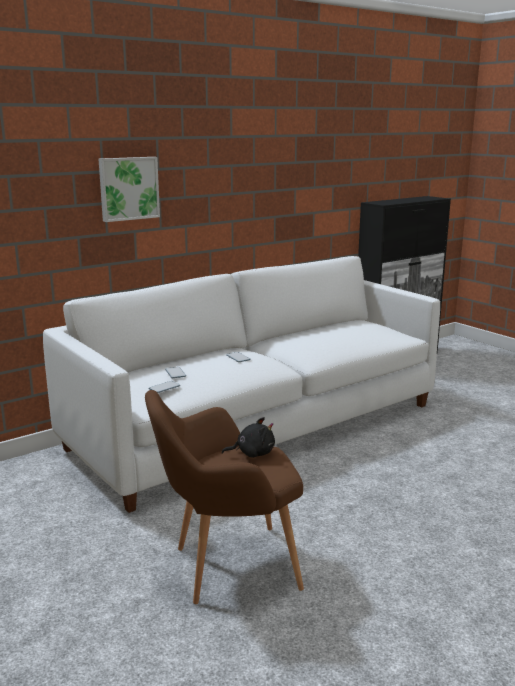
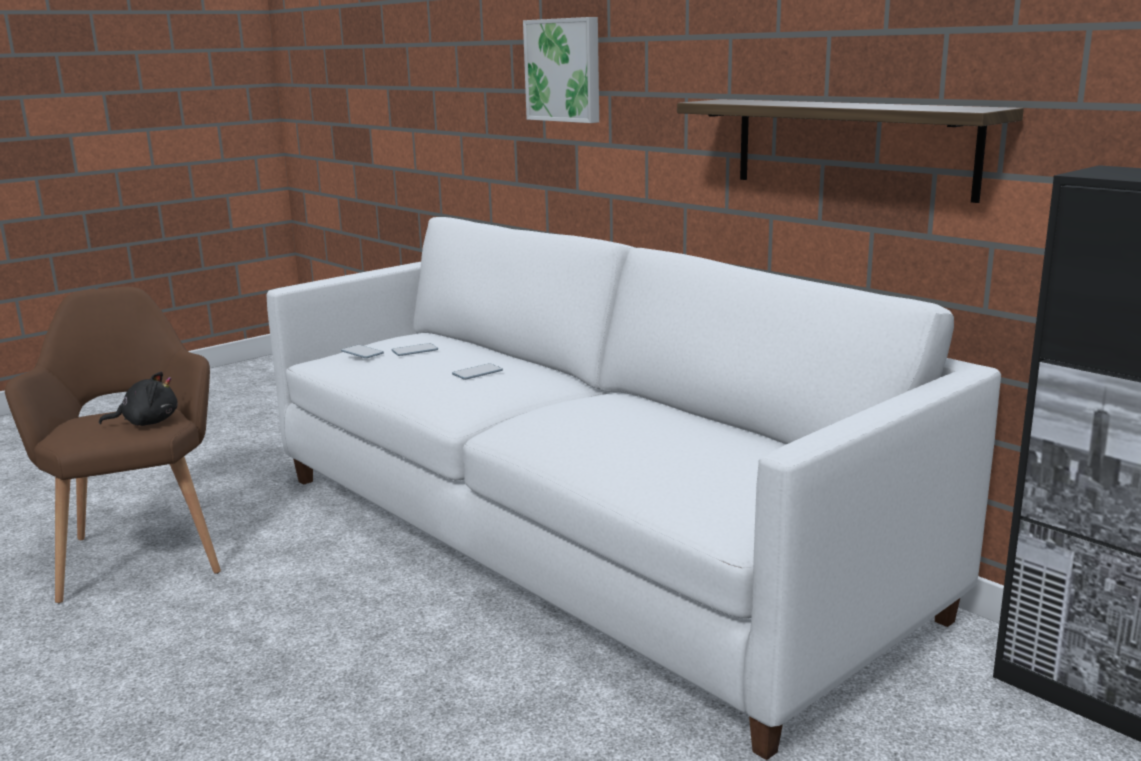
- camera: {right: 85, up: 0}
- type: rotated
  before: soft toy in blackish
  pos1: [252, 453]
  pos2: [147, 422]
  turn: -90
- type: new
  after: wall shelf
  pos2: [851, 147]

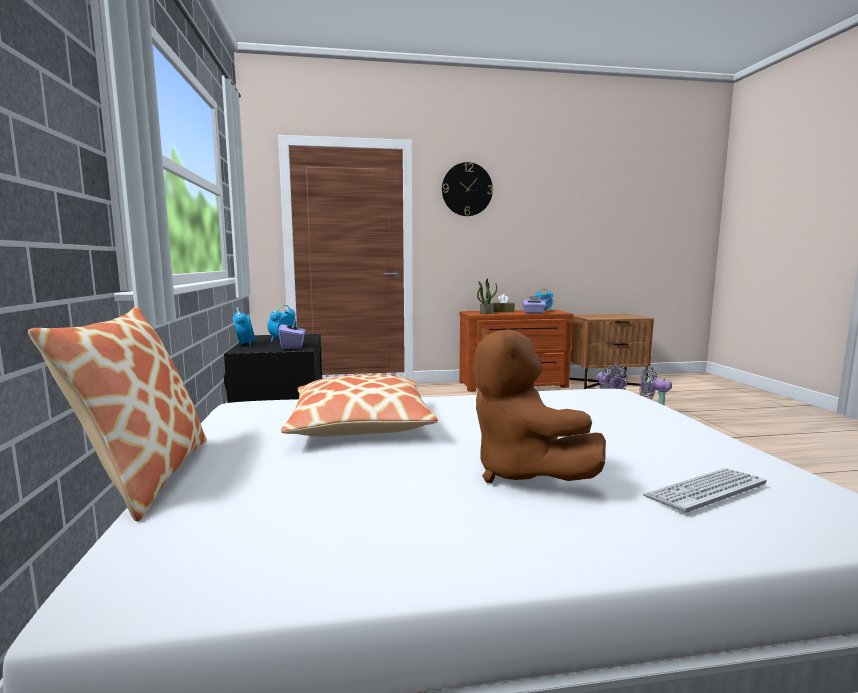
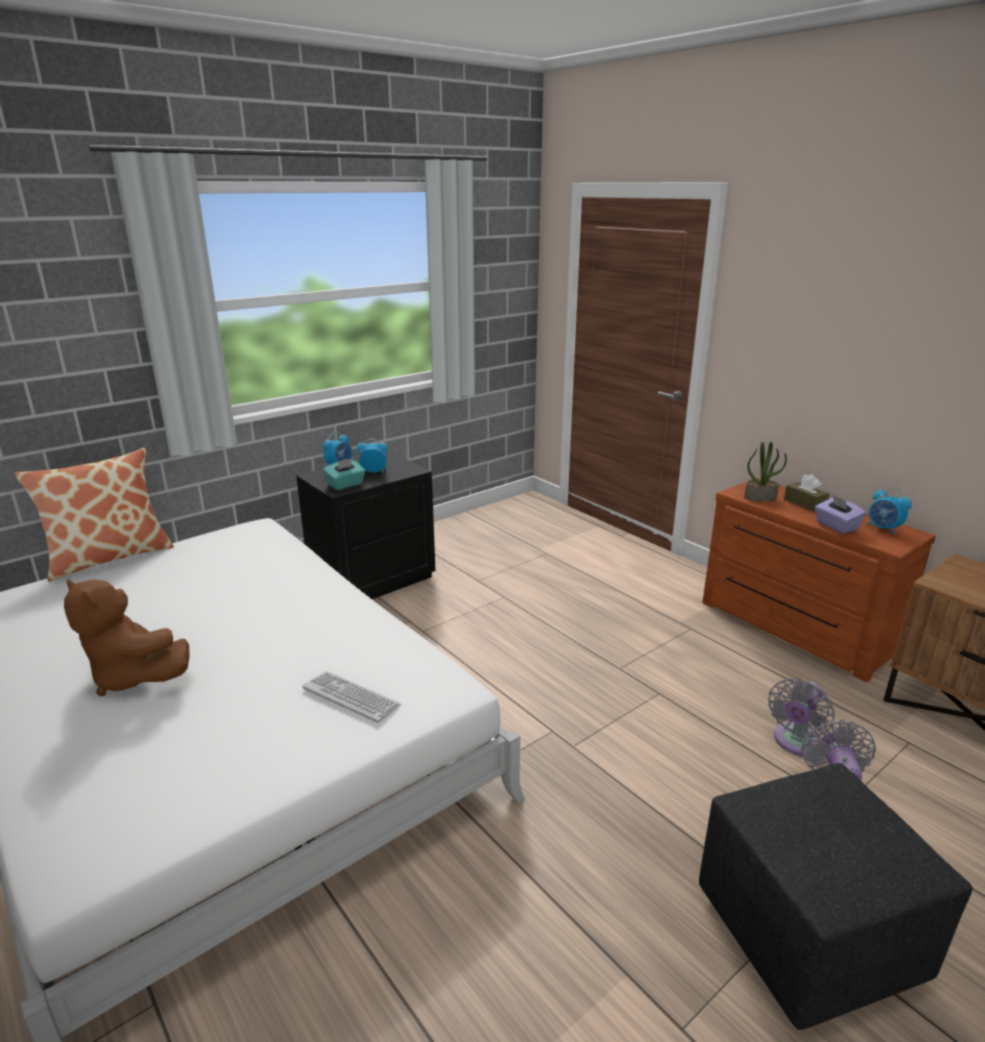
- camera: {right: 60, up: 15}
- type: rotated
  before: soft toy in brown
  pos1: [522, 473]
  pos2: [133, 676]
  turn: -90
- type: shifted
  before: computer keyboard
  pos1: [705, 491]
  pos2: [351, 697]
- type: repainted
  before: tissue holder in purple-coloured
  after: tissue holder in turquoise
  pos1: [293, 346]
  pos2: [345, 485]
- type: new
  after: pouffe in blackish
  pos2: [807, 934]
- type: gone
  before: cushion
  pos1: [359, 423]
- type: gone
  before: hanging clock
  pos1: [467, 189]

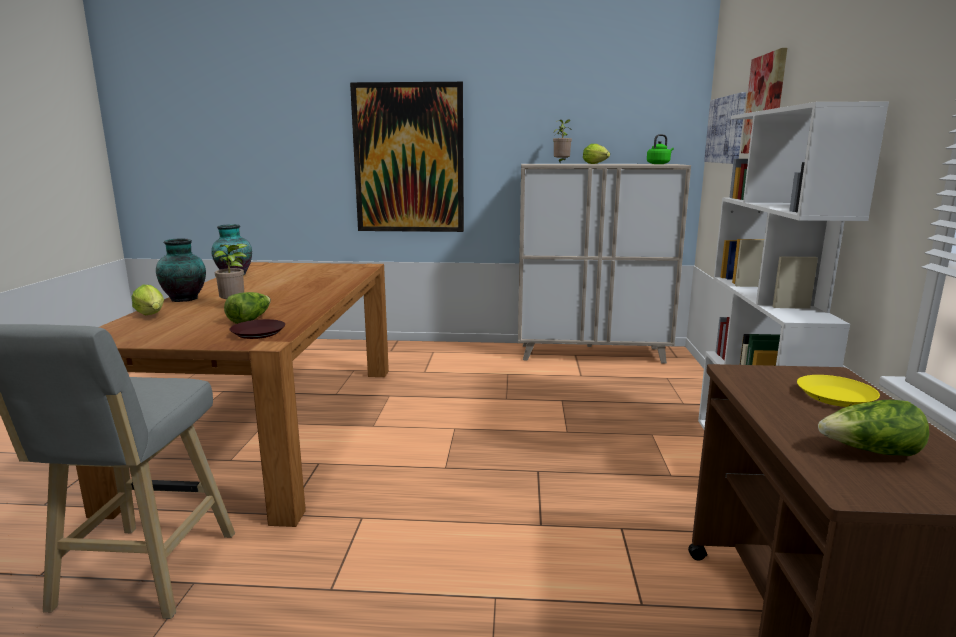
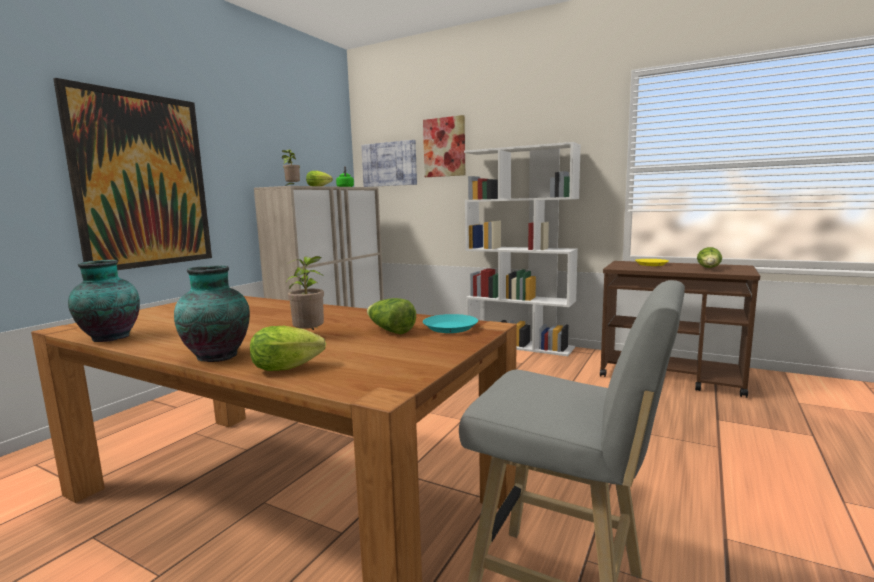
- camera: {right: -65, up: -5}
- type: repainted
  before: dinner plate in brown
  after: dinner plate in turquoise
  pos1: [258, 333]
  pos2: [449, 328]

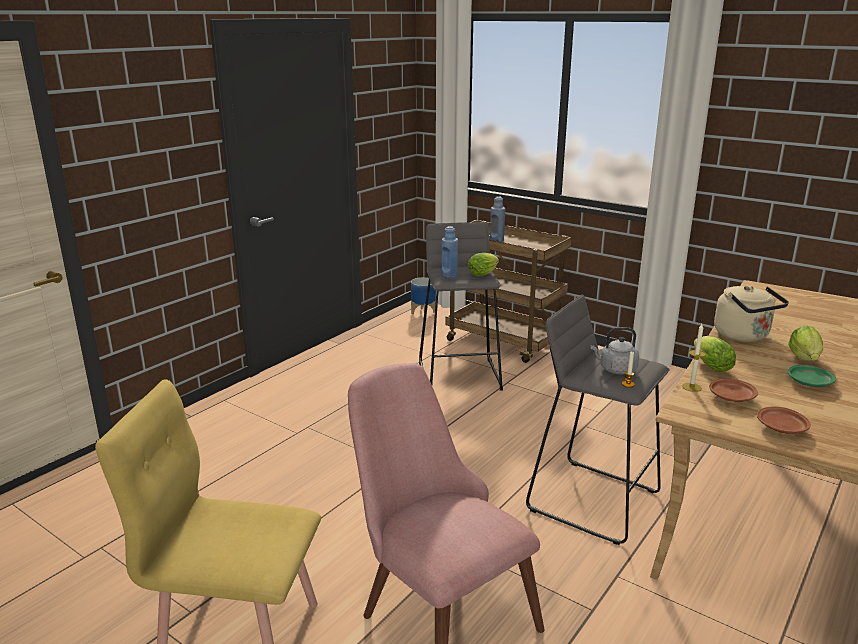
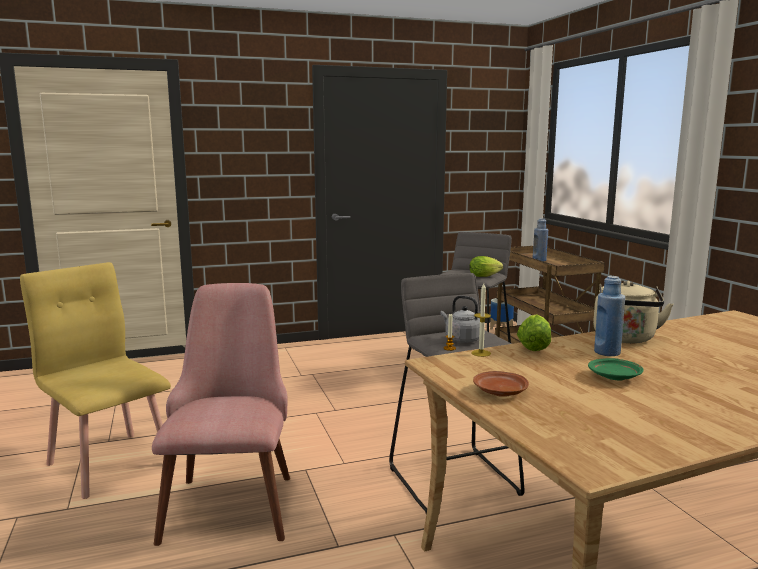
- camera: {right: 35, up: -10}
- type: shifted
  before: bottle in blue-coloured
  pos1: [449, 276]
  pos2: [607, 352]
- type: gone
  before: dinner plate in brown
  pos1: [731, 397]
- type: gone
  before: lettuce
  pos1: [805, 360]

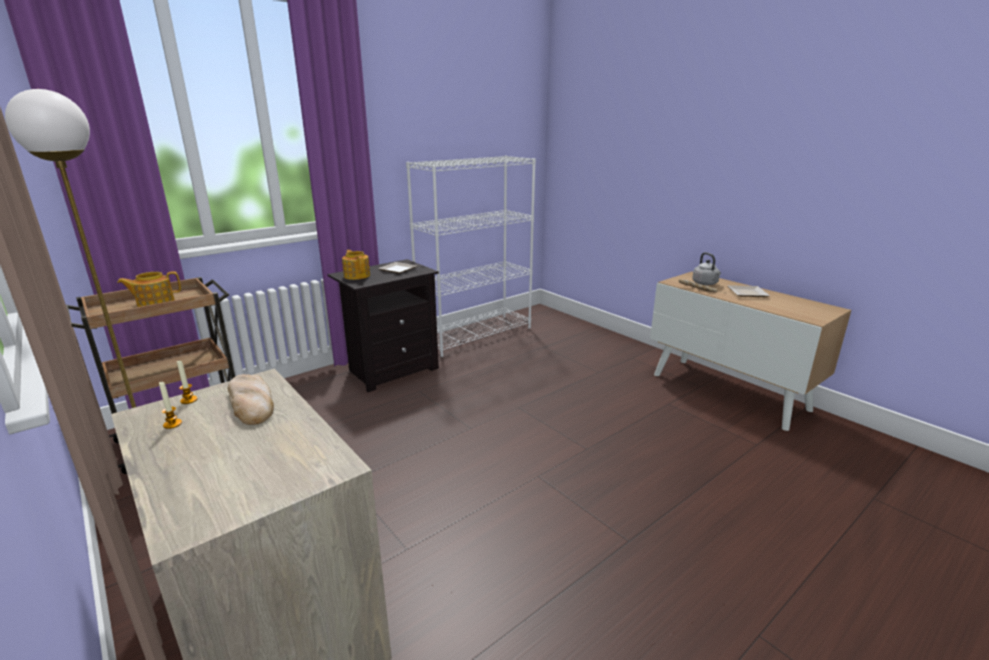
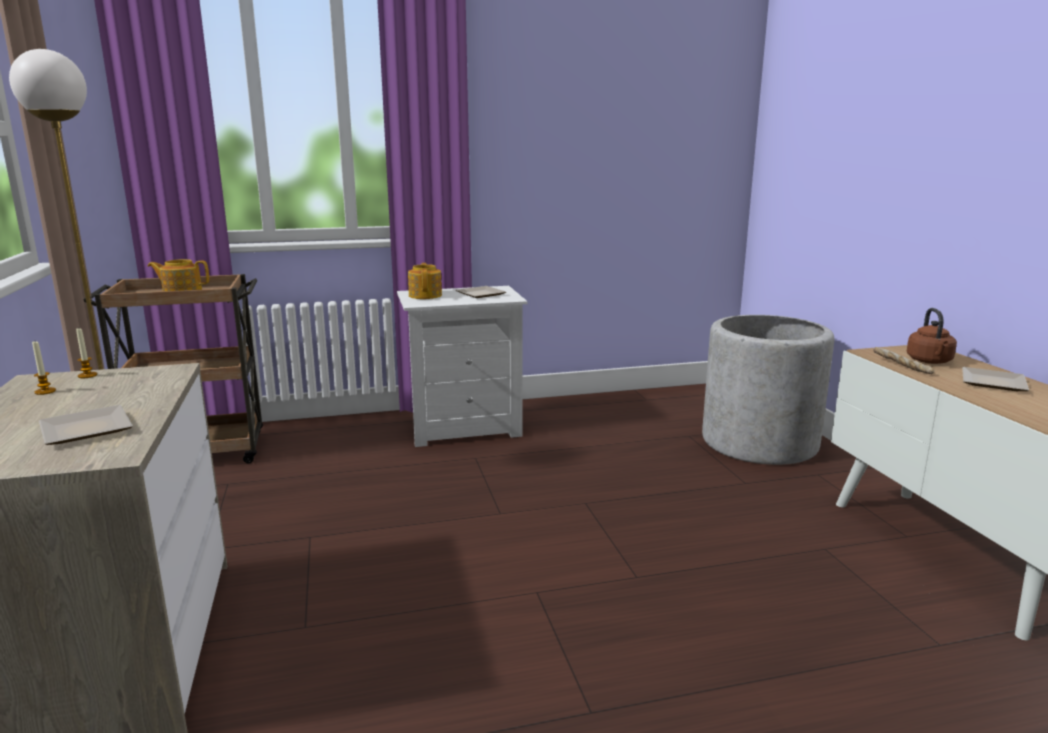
- camera: {right: 25, up: -5}
- type: new
  after: dinner plate
  pos2: [83, 431]
- type: repainted
  before: night table in blackish
  after: night table in white-coloured
  pos1: [391, 370]
  pos2: [464, 428]
- type: new
  after: plant pot in greyish
  pos2: [759, 442]
- type: repainted
  before: tea kettle in greyish
  after: tea kettle in brown
  pos1: [706, 284]
  pos2: [930, 361]
- type: gone
  before: baked bread
  pos1: [252, 402]
- type: gone
  before: bookcase in white-coloured
  pos1: [476, 334]

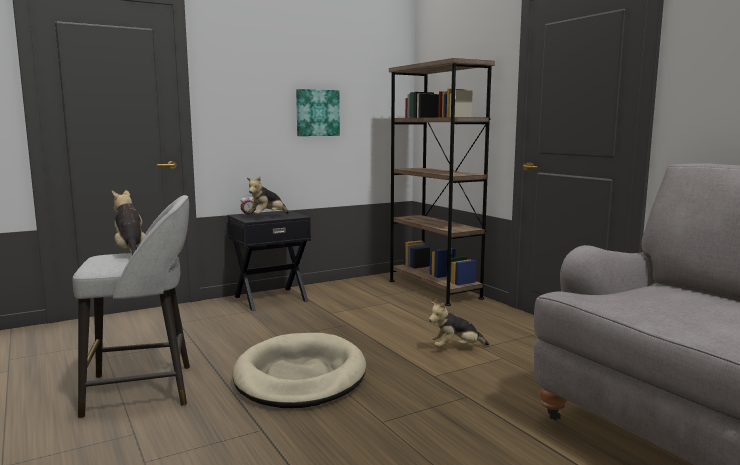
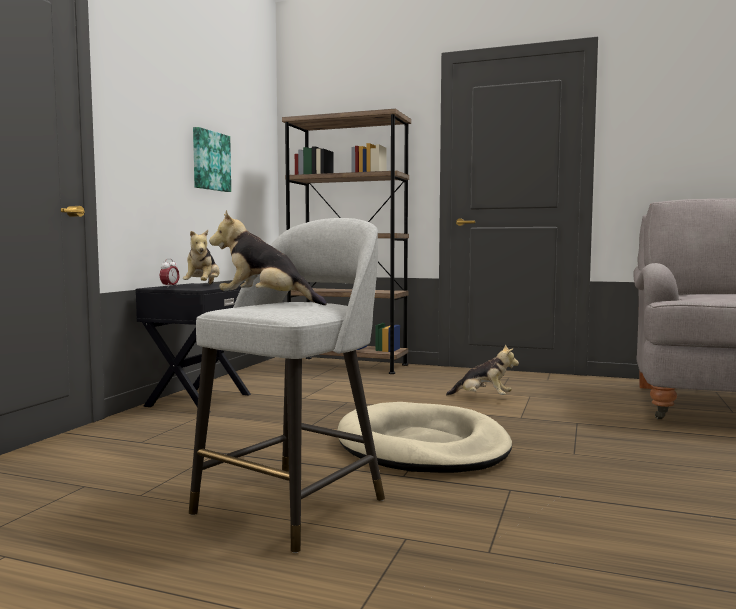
- camera: {right: -40, up: -5}
- type: rotated
  before: soft toy
  pos1: [456, 348]
  pos2: [483, 398]
  turn: -105

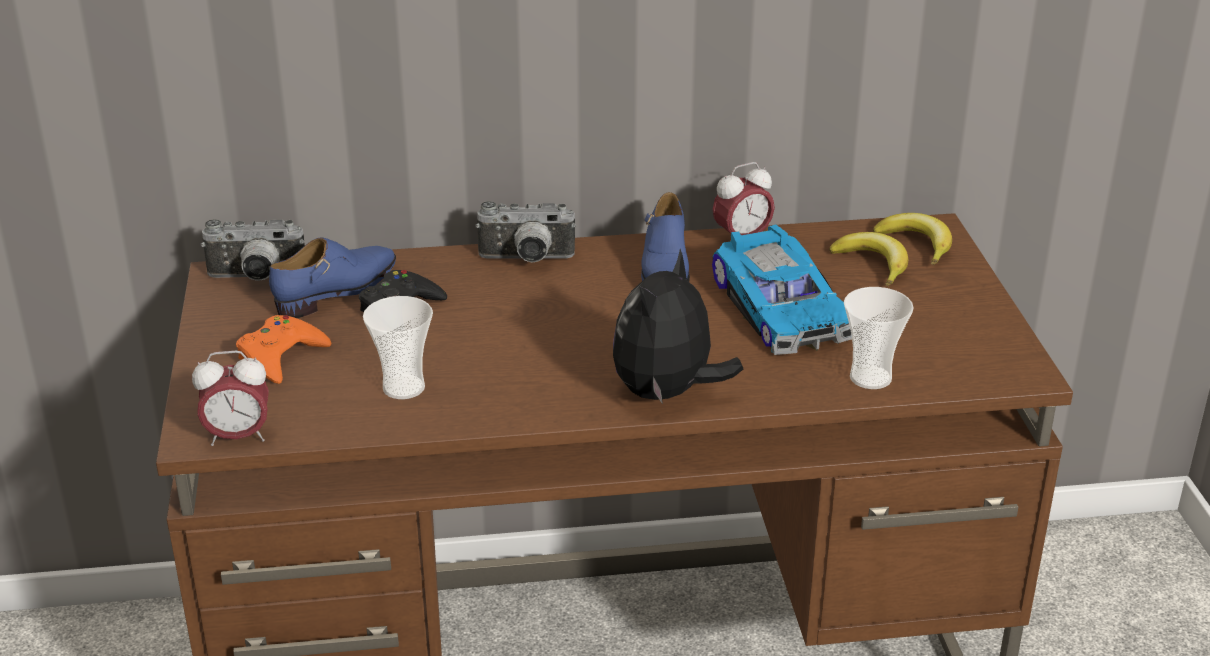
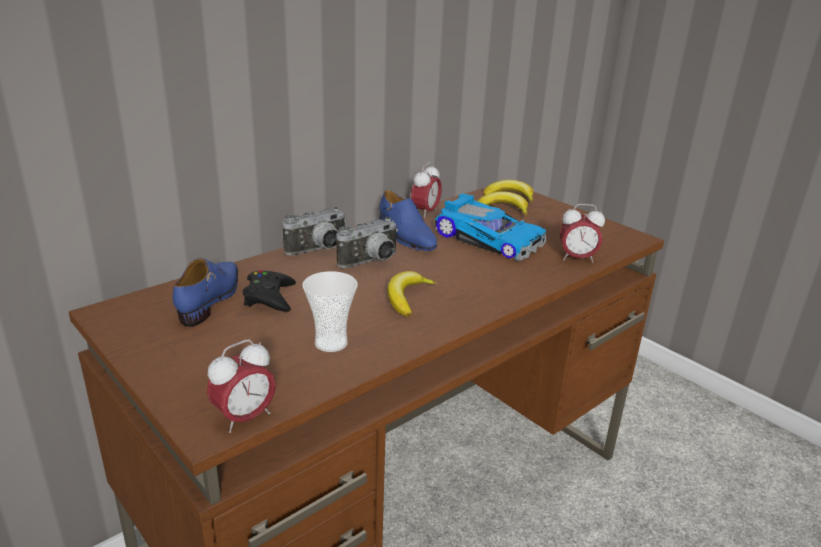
- camera: {right: -35, up: -5}
- type: shifted
  before: photo camera
  pos1: [256, 278]
  pos2: [371, 262]
- type: new
  after: banana
  pos2: [407, 298]
- type: swapped
  before: small cup
  after: table clock
  pos1: [870, 378]
  pos2: [577, 258]
- type: gone
  before: gamepad in orangey
  pos1: [281, 356]
- type: gone
  before: soft toy
  pos1: [667, 393]

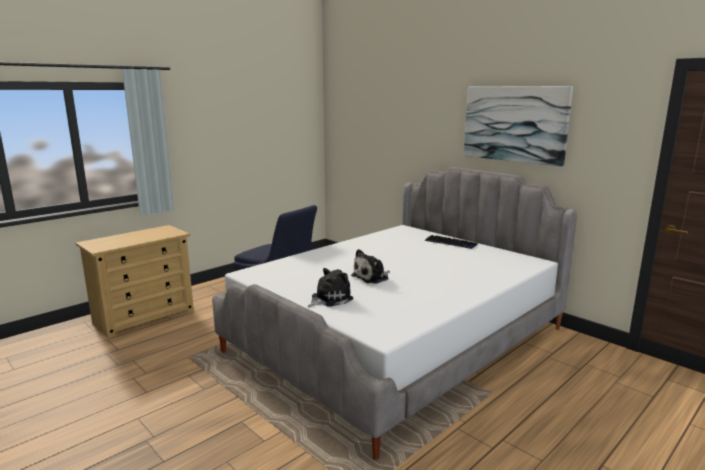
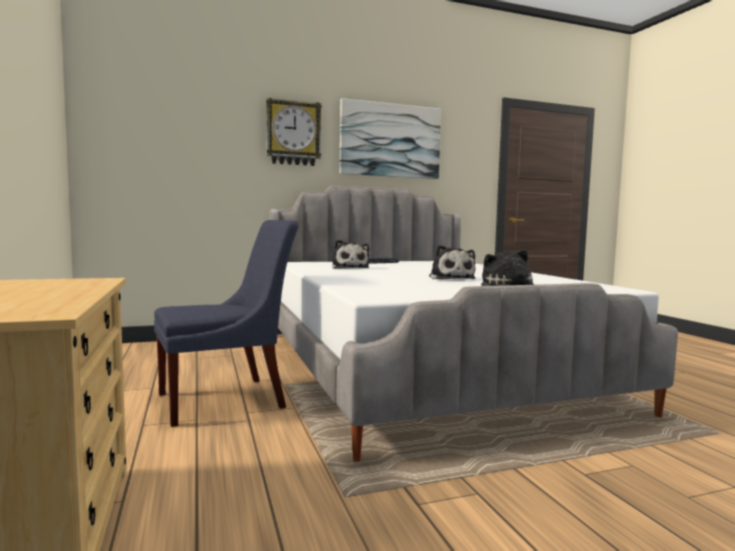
- camera: {right: -65, up: -10}
- type: new
  after: hanging clock
  pos2: [293, 133]
- type: new
  after: soft toy
  pos2: [350, 268]

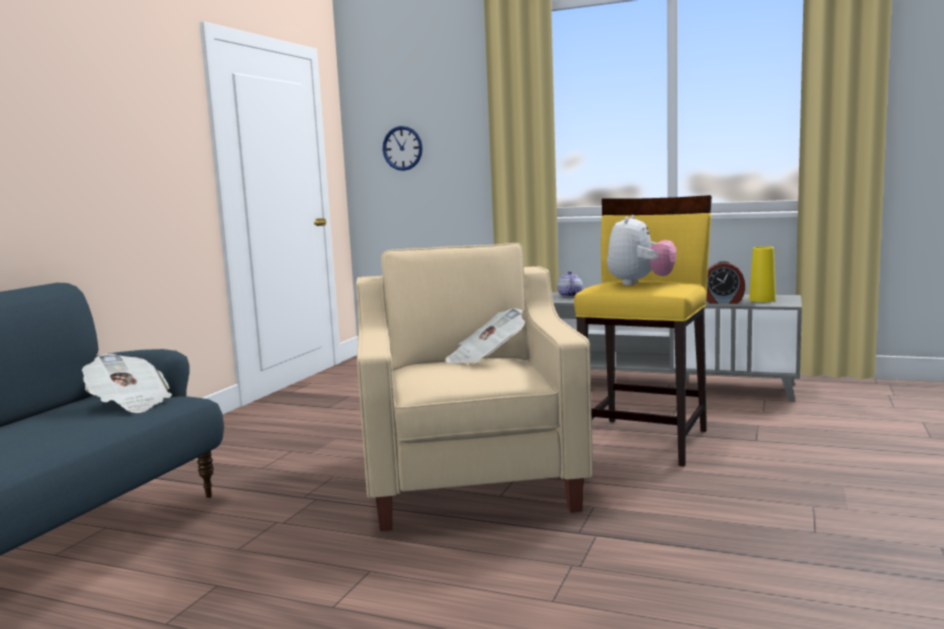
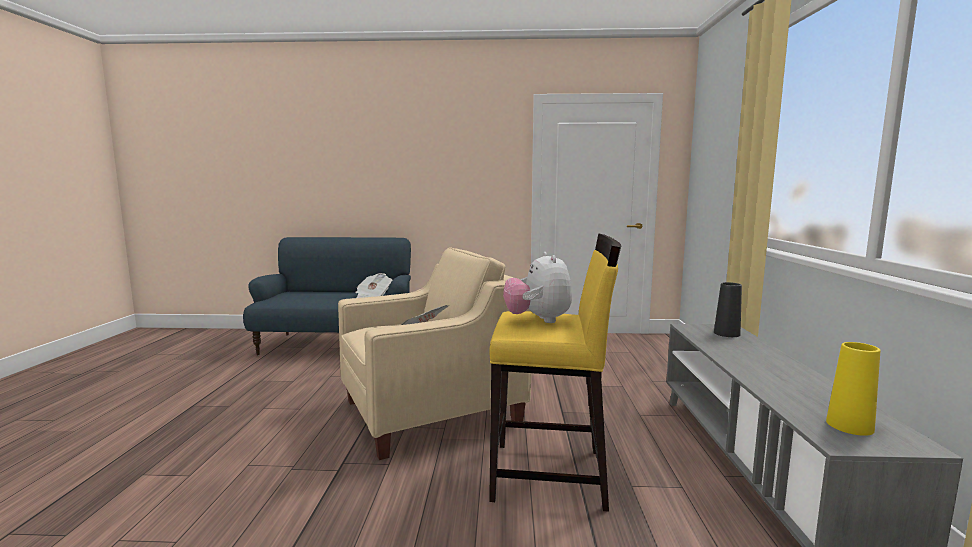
- camera: {right: 70, up: 0}
- type: rotated
  before: soft toy
  pos1: [640, 283]
  pos2: [538, 320]
  turn: 75
- type: swapped
  before: teapot
  after: flower vase in blackish
  pos1: [569, 295]
  pos2: [726, 333]
- type: gone
  before: hanging clock
  pos1: [402, 148]
- type: gone
  before: table clock
  pos1: [723, 302]

